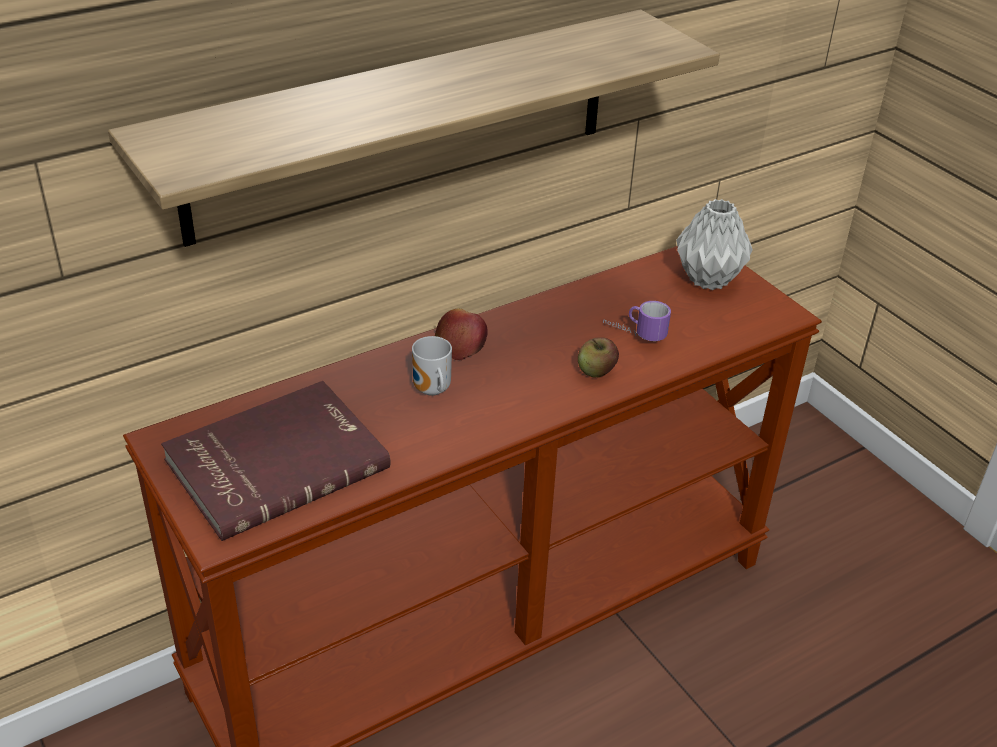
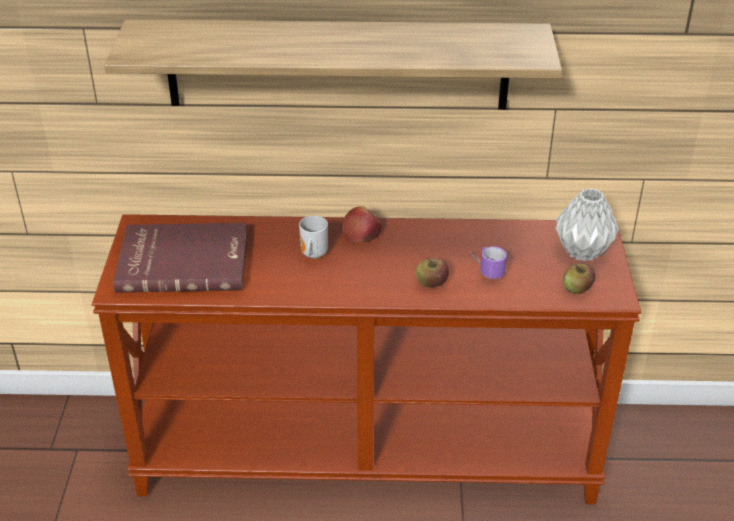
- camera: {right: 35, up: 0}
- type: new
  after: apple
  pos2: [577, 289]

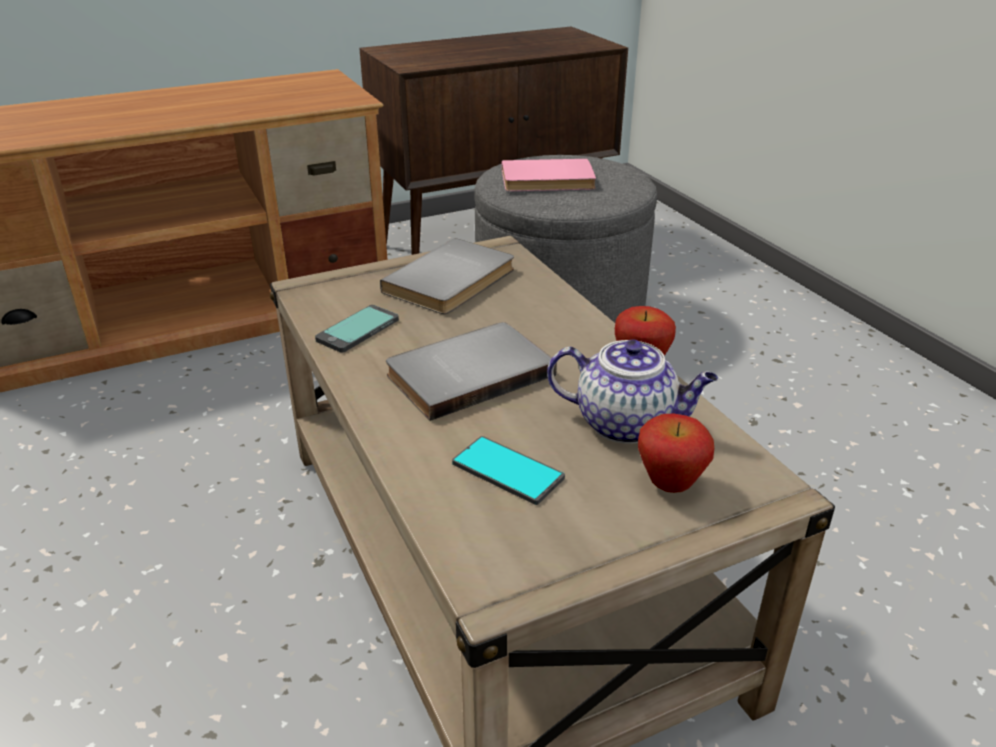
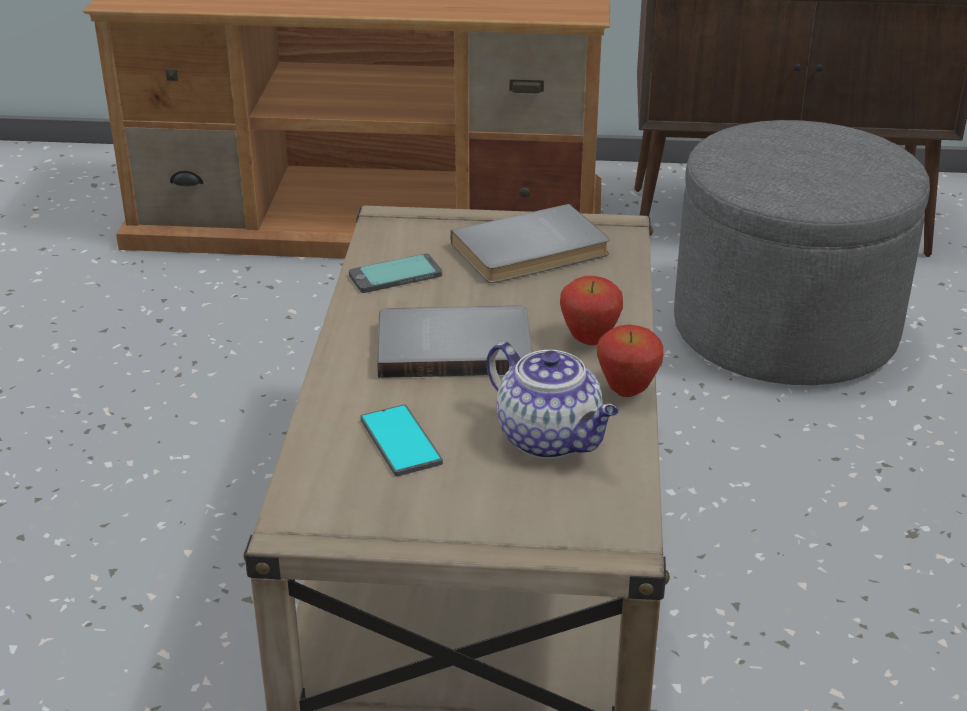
- camera: {right: 30, up: 0}
- type: shifted
  before: apple
  pos1: [669, 486]
  pos2: [589, 340]
- type: gone
  before: bound book in pinkish
  pos1: [548, 180]

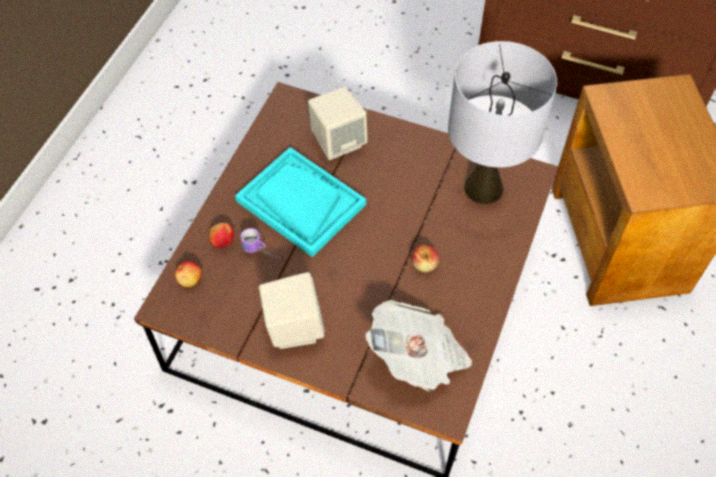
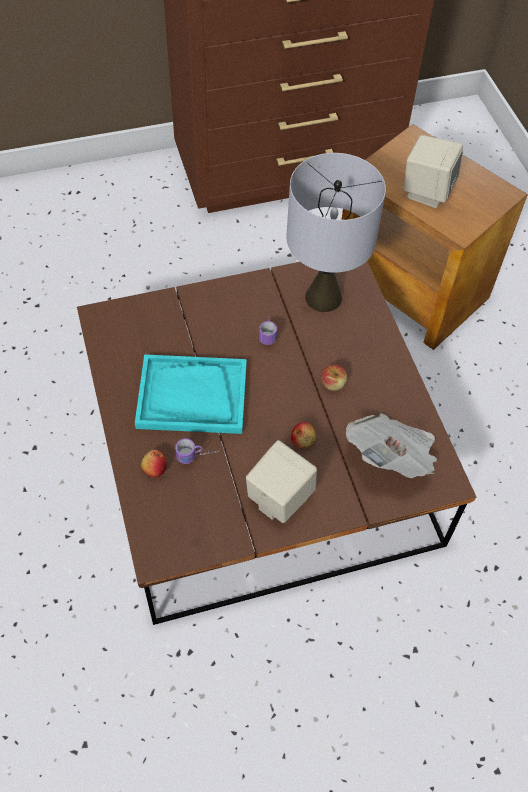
- camera: {right: -40, up: 0}
- type: new
  after: mug
  pos2: [268, 333]
- type: shifted
  before: apple
  pos1: [190, 279]
  pos2: [302, 440]
- type: shifted
  before: audio speaker in beige
  pos1: [338, 142]
  pos2: [426, 191]

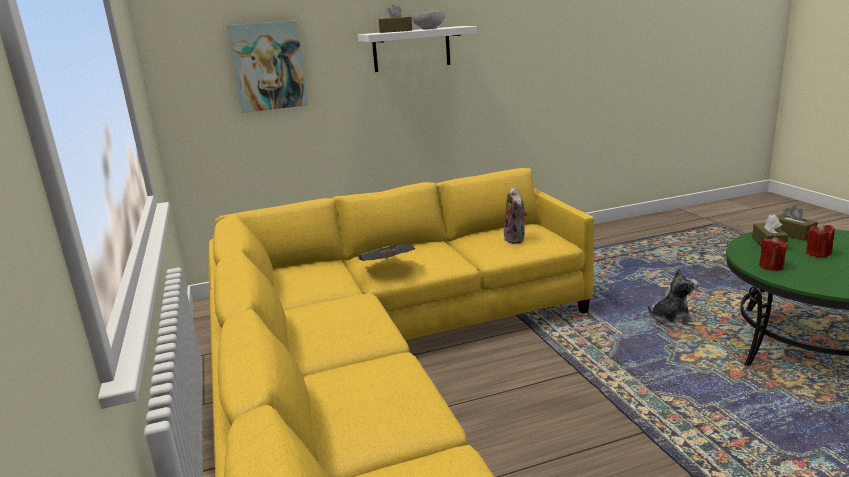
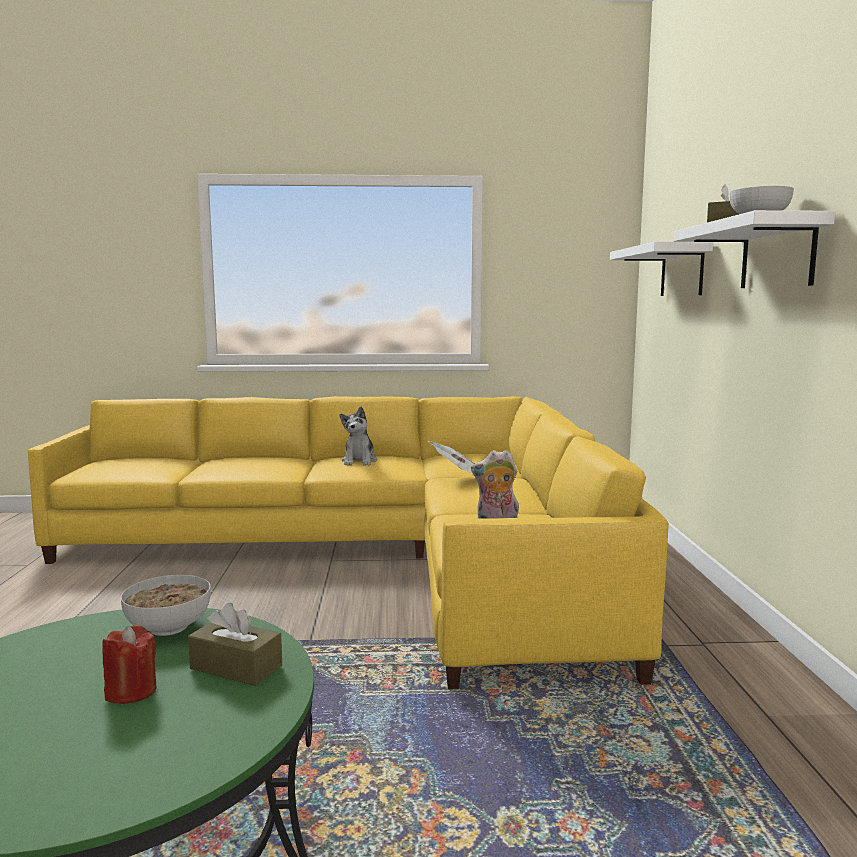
- camera: {right: 105, up: -10}
- type: swapped
  before: wax light in reddish
  after: bowl
  pos1: [771, 266]
  pos2: [167, 627]
- type: shifted
  before: soft toy
  pos1: [671, 320]
  pos2: [359, 461]
- type: swapped
  before: wall art
  after: wall shelf in white-coloured
  pos1: [268, 66]
  pos2: [682, 271]
- type: gone
  before: tissue holder in brown
  pos1: [792, 234]

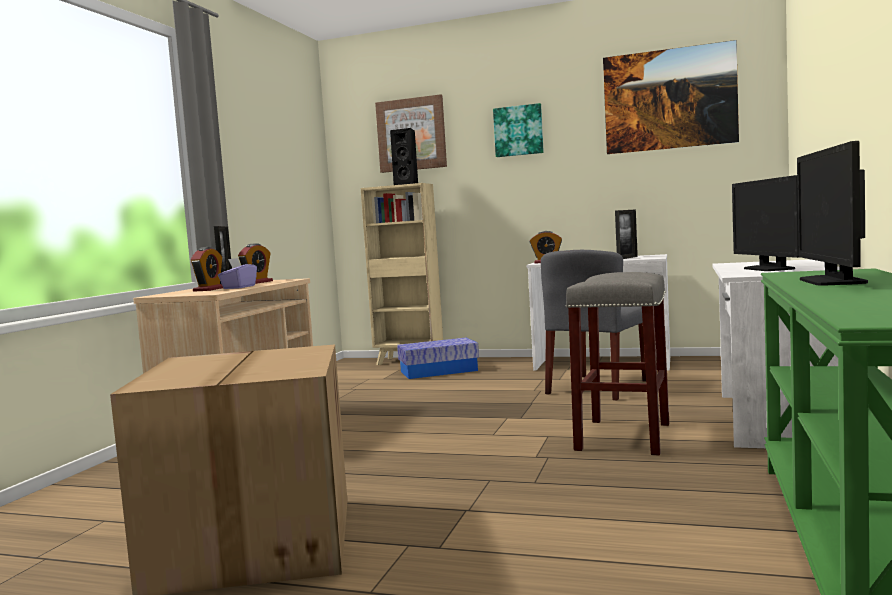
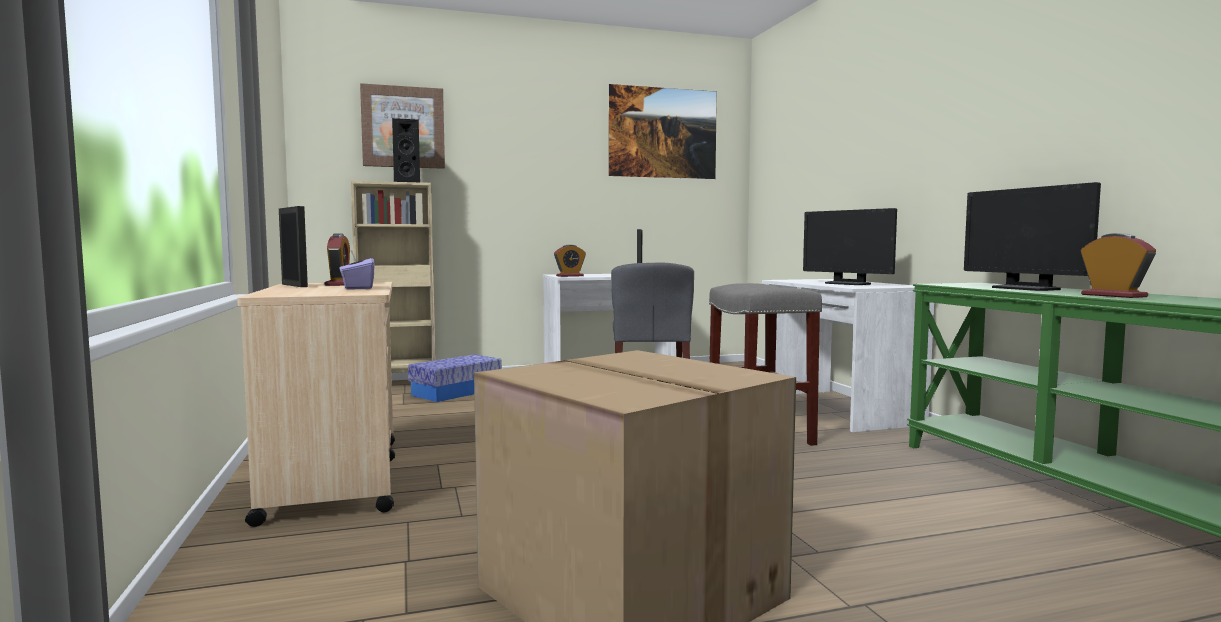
- camera: {right: -35, up: 0}
- type: shifted
  before: table clock
  pos1: [209, 289]
  pos2: [1113, 296]
- type: gone
  before: wall art
  pos1: [518, 131]

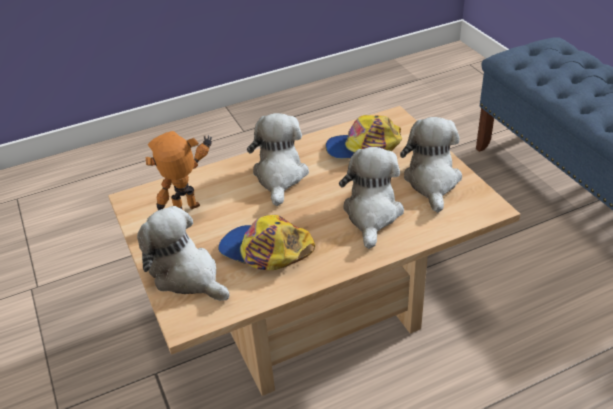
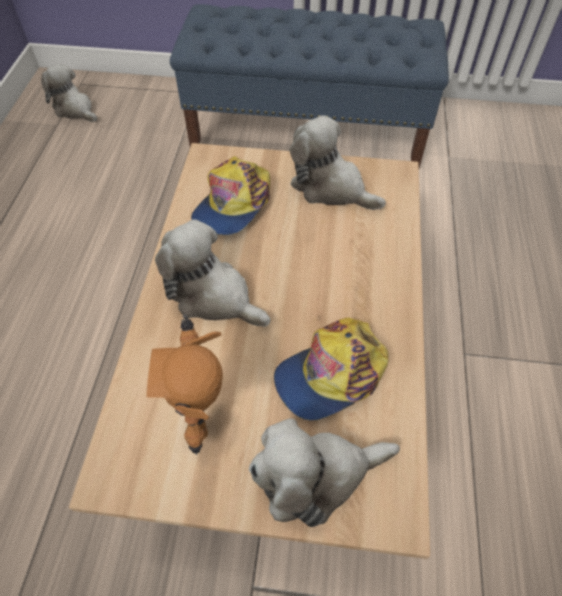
- camera: {right: -60, up: 15}
- type: shifted
  before: soft toy
  pos1: [372, 214]
  pos2: [75, 109]

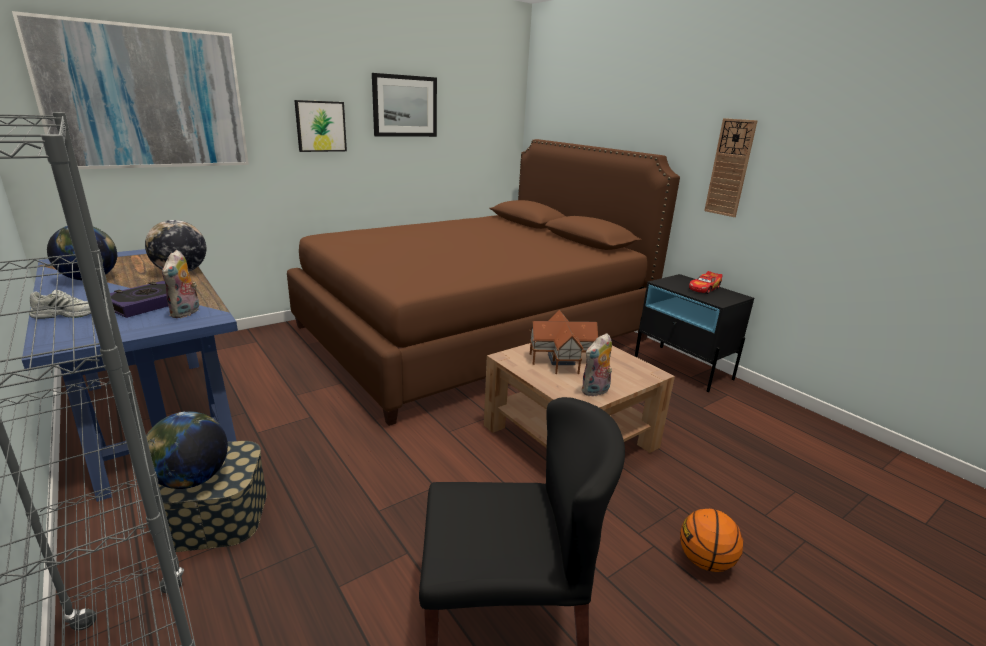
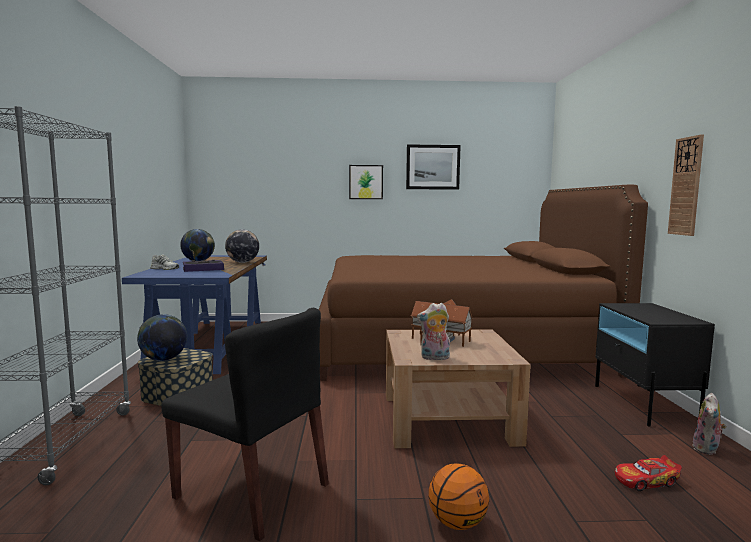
- camera: {right: 35, up: -15}
- type: shifted
  before: model car
  pos1: [704, 288]
  pos2: [646, 481]
- type: shifted
  before: soft toy
  pos1: [186, 313]
  pos2: [707, 449]
- type: gone
  before: wall art
  pos1: [145, 98]

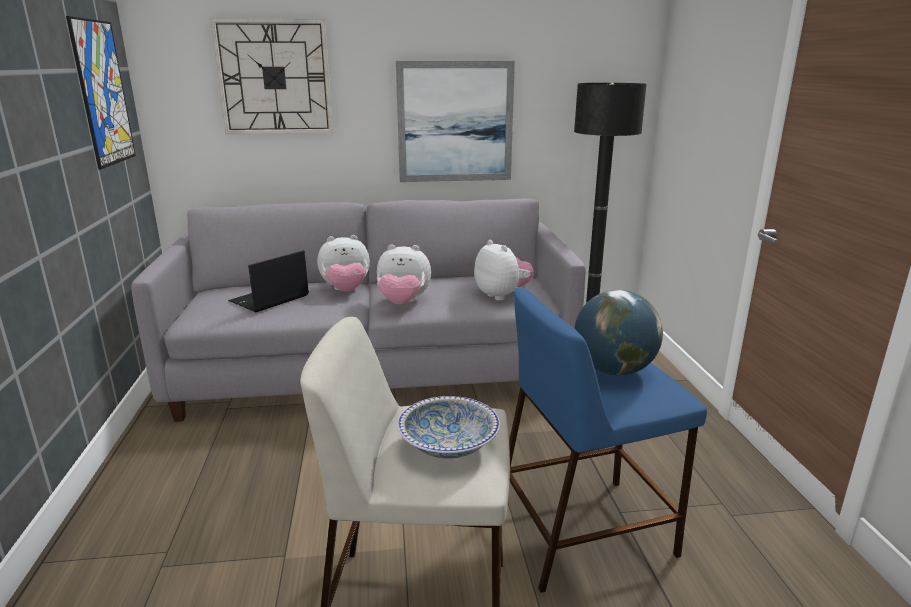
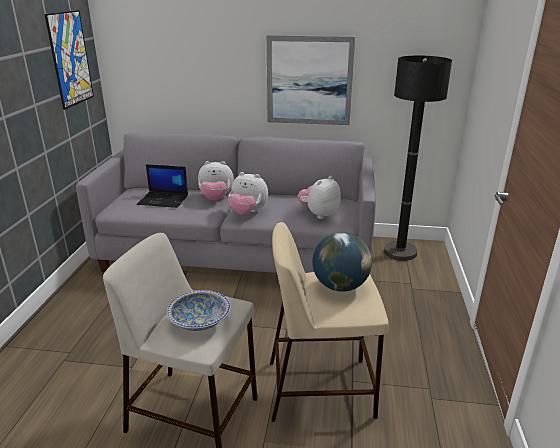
- camera: {right: 15, up: 5}
- type: rotated
  before: laptop
  pos1: [269, 299]
  pos2: [164, 200]
  turn: -135
- type: repainted
  before: sitting stool in blue-coloured
  after: sitting stool in beige
  pos1: [584, 530]
  pos2: [321, 388]
- type: rotated
  before: soft toy
  pos1: [502, 295]
  pos2: [319, 214]
  turn: -120
- type: gone
  before: hanging clock
  pos1: [274, 77]

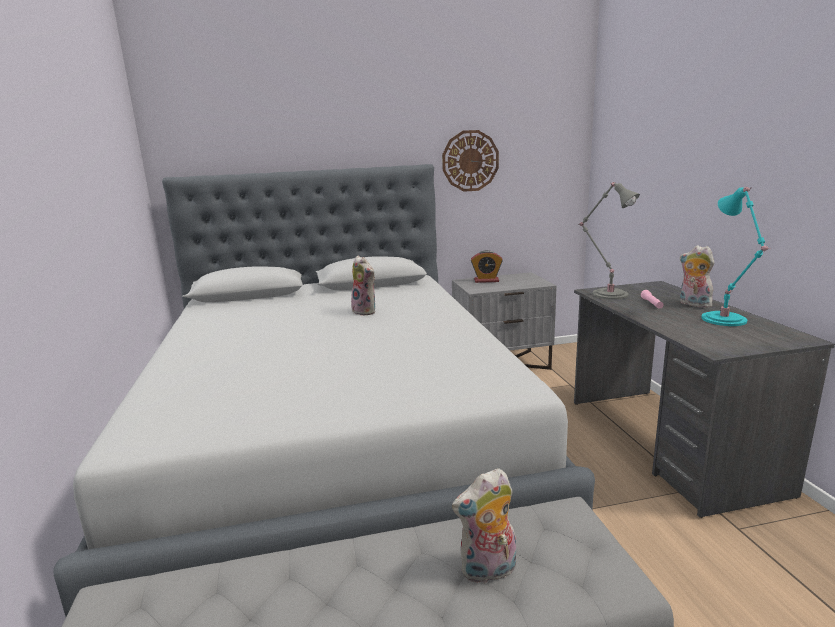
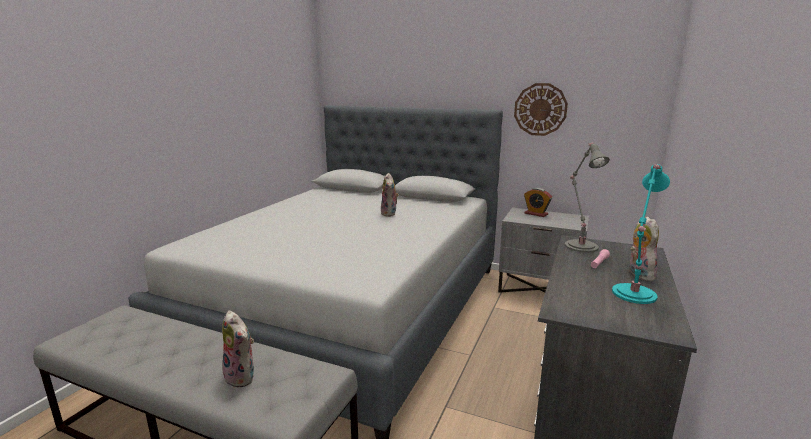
- camera: {right: 35, up: 0}
- type: rotated
  before: soft toy
  pos1: [488, 571]
  pos2: [242, 377]
  turn: -150

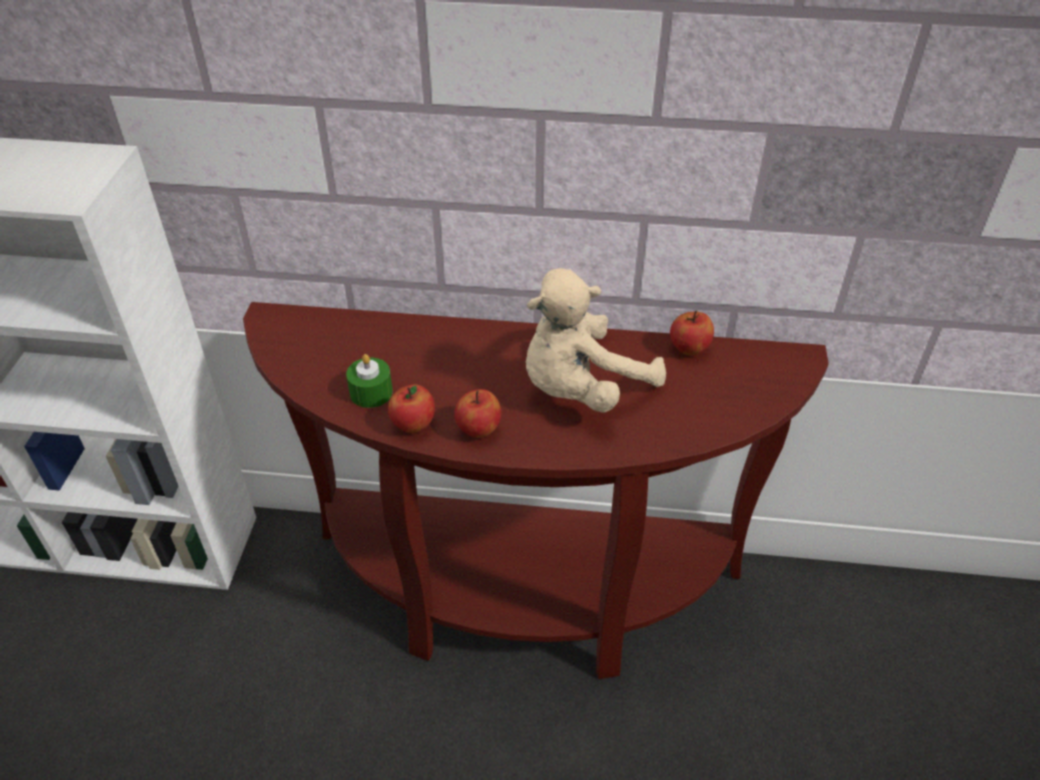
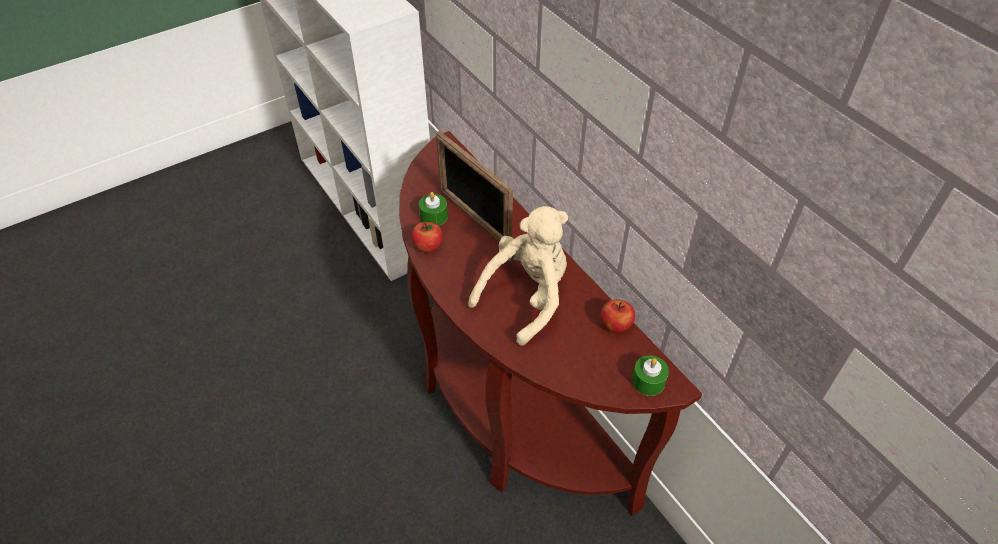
- camera: {right: 50, up: 5}
- type: new
  after: standing frame
  pos2: [474, 218]
- type: rotated
  before: soft toy in beige
  pos1: [581, 388]
  pos2: [527, 296]
  turn: 120
- type: new
  after: wax light in green-coloured
  pos2: [648, 381]
- type: gone
  before: apple
  pos1: [478, 430]

